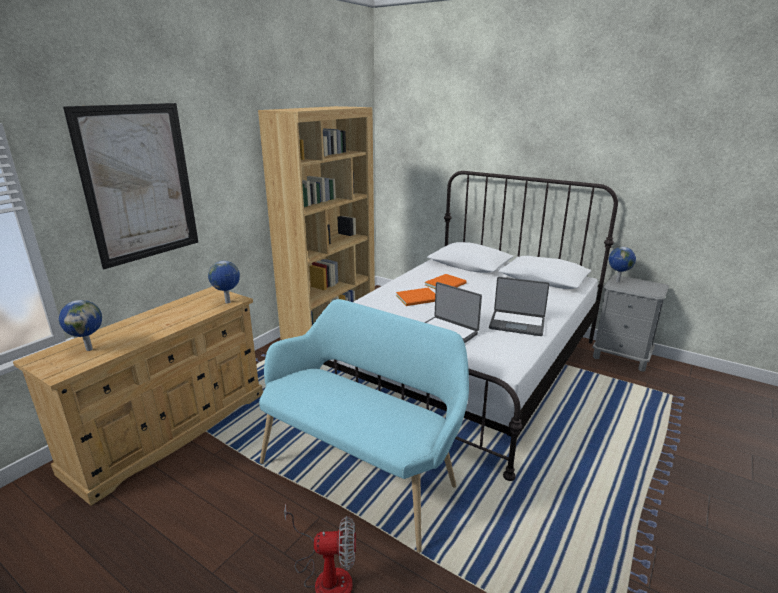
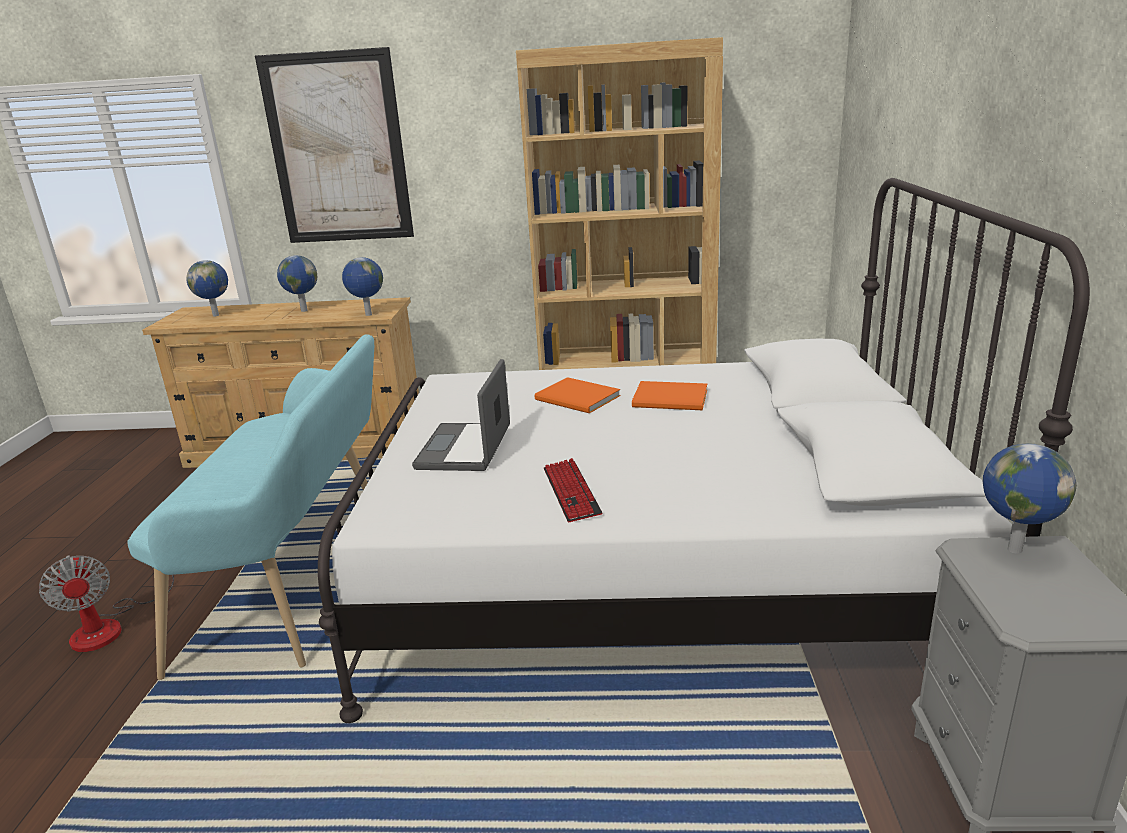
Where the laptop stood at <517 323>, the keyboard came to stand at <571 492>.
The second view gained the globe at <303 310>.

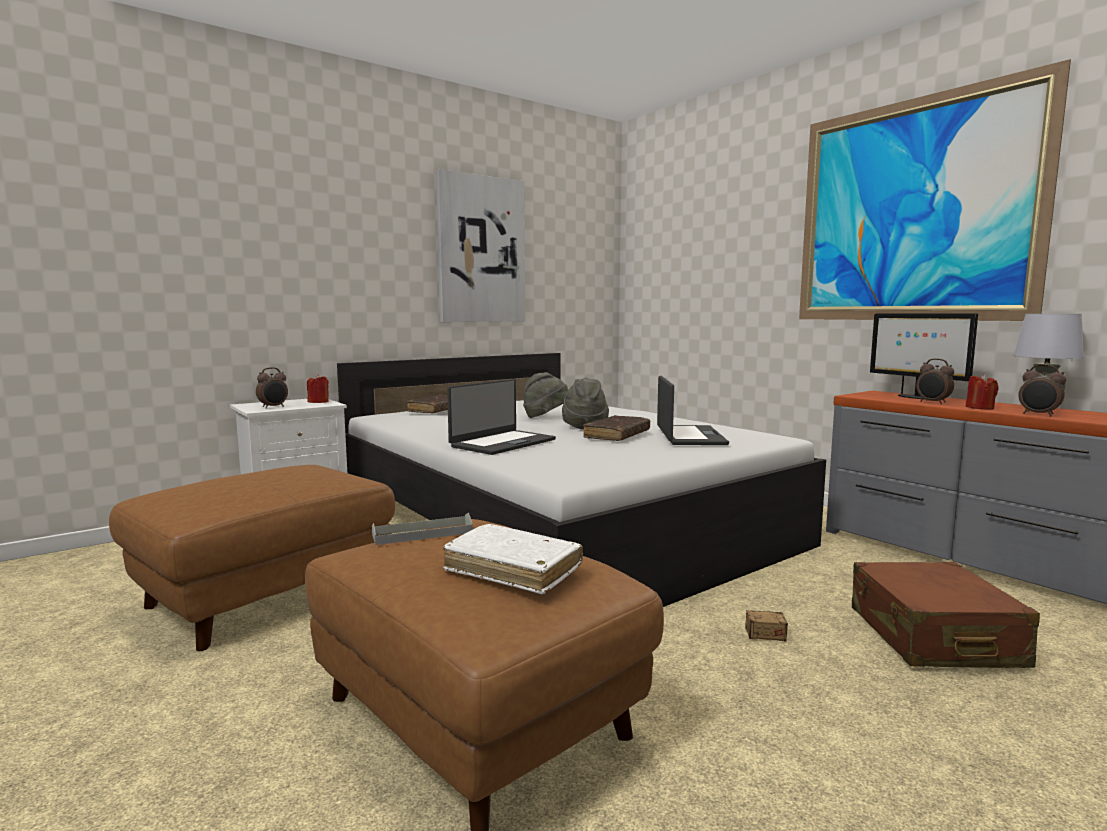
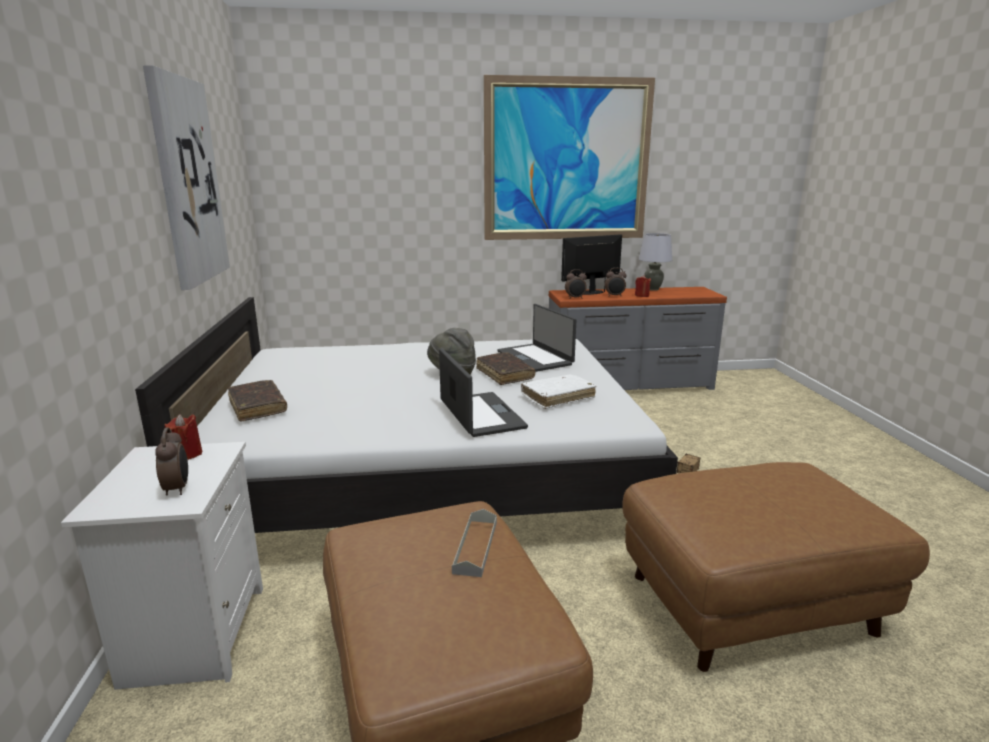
The monitor at <917 397> ended up facing another way, 150 degrees clockwise from before.
The alarm clock ended up elsewhere, having gone from <1038 414> to <575 298>.
The second view lost the hat/grey at <545 417>.
The laptop at <689 436> ended up facing another way, 150 degrees counterclockwise from before.
The tray/grey ended up elsewhere, having gone from <422 534> to <475 546>.
The book/white ended up elsewhere, having gone from <513 570> to <558 397>.
The second view lost the suitcase/brown at <933 637>.

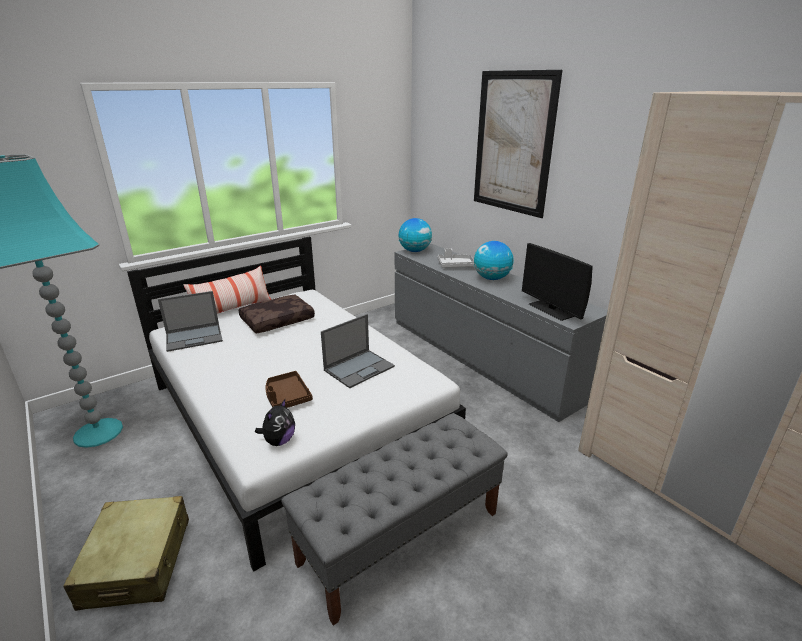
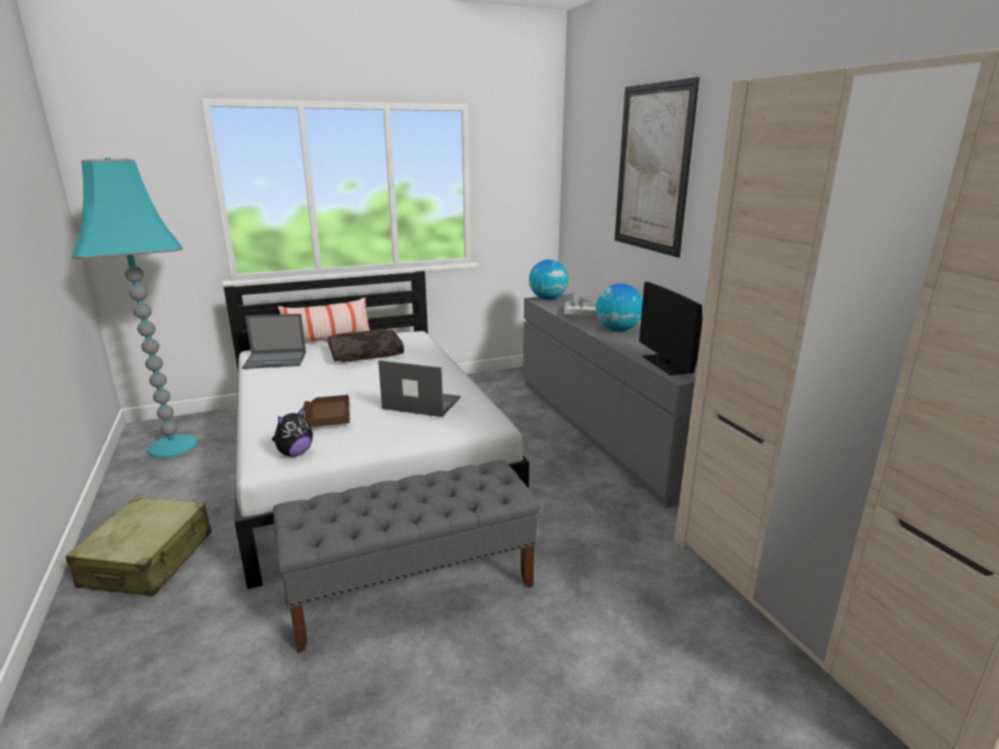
The laptop at <359 368> ended up facing another way, 135 degrees counterclockwise from before.

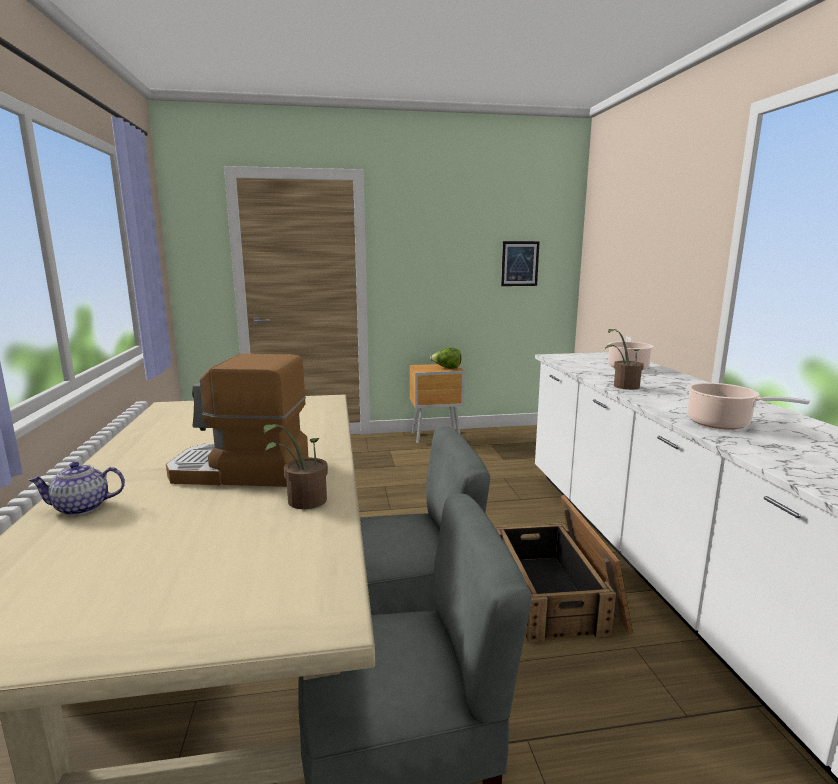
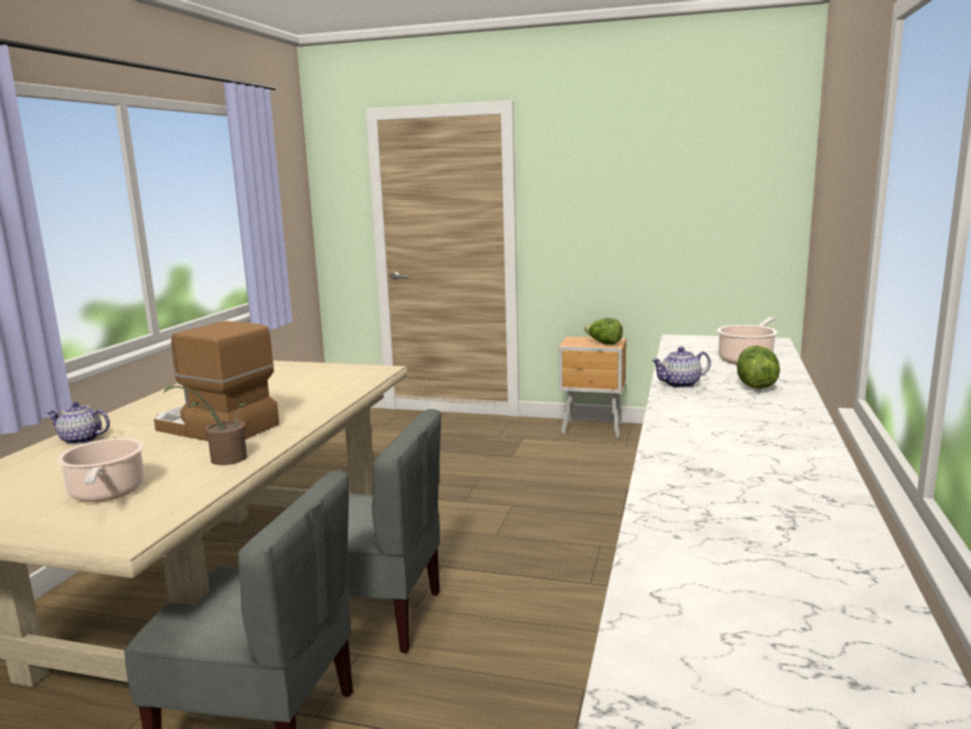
The second view lost the picture at <520 263>.
Where the potted plant stood at <623 387>, the teapot came to stand at <680 384>.
The cooking pot ended up elsewhere, having gone from <722 424> to <107 493>.
The second view lost the crate at <557 594>.
The second view gained the lettuce at <754 385>.

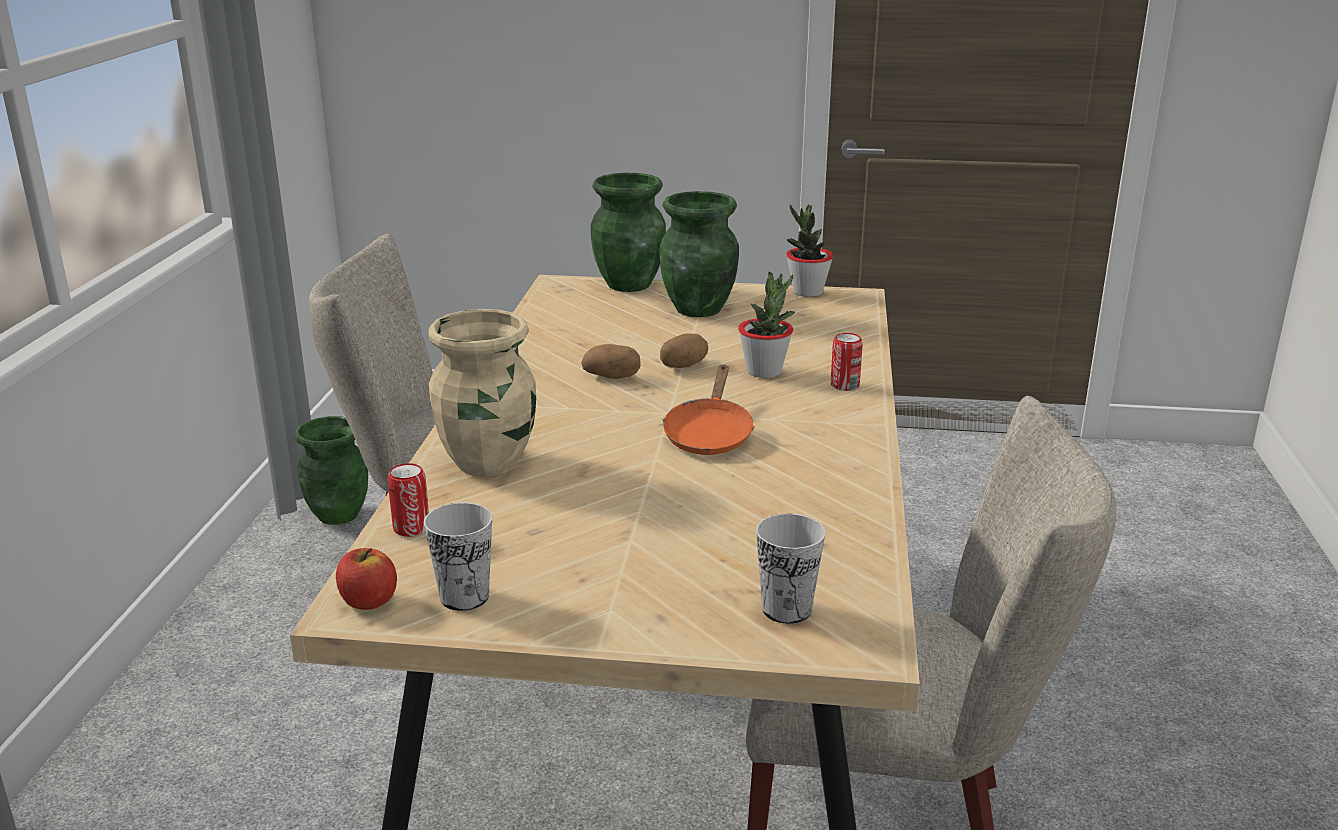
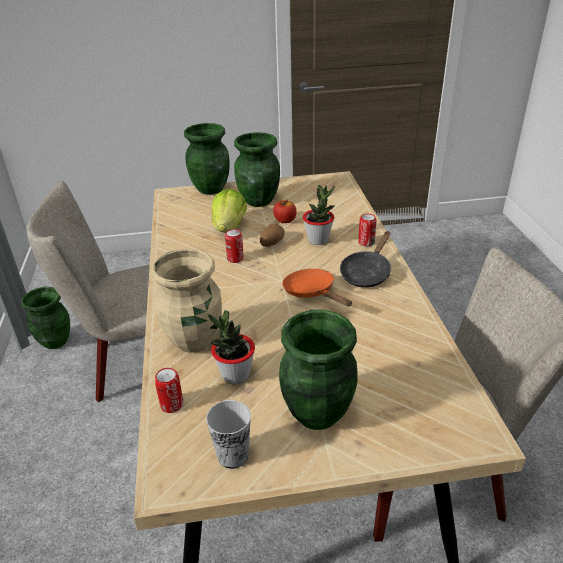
The potted plant ended up elsewhere, having gone from <807 292> to <235 375>.
Where the potato stood at <612 376>, the can came to stand at <235 258>.
The frying pan/orange at <709 434> ended up facing another way, 150 degrees clockwise from before.
The second view lost the cup at <786 609>.
The apple ended up elsewhere, having gone from <368 601> to <285 220>.
The second view gained the lettuce at <229 227>.
The second view gained the frying pan/black at <367 273>.
The second view gained the vase/green at <316 413>.

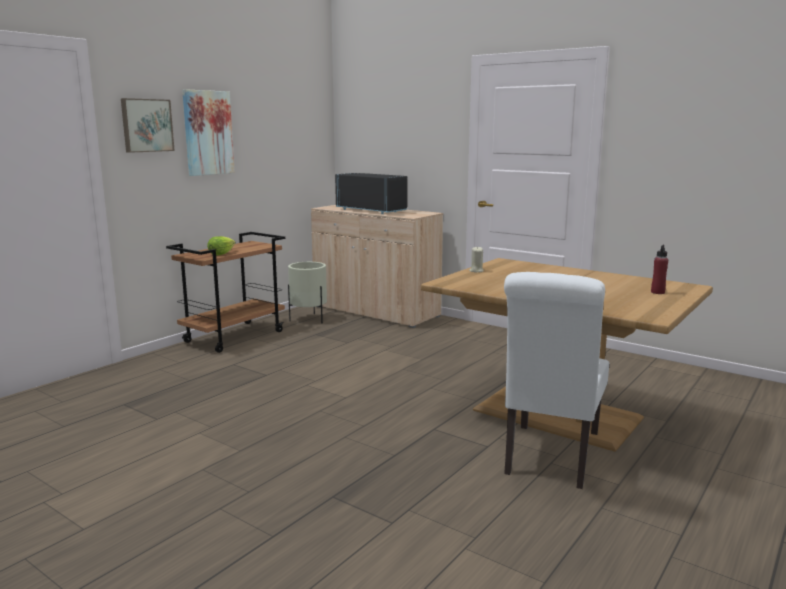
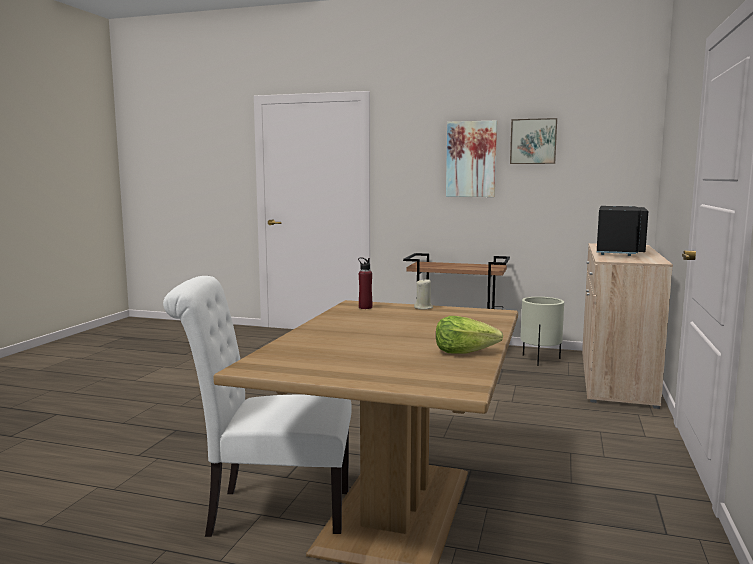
The picture ended up elsewhere, having gone from <146 125> to <533 141>.
The lettuce ended up elsewhere, having gone from <221 254> to <464 352>.
The bottle/red ended up elsewhere, having gone from <657 292> to <365 307>.

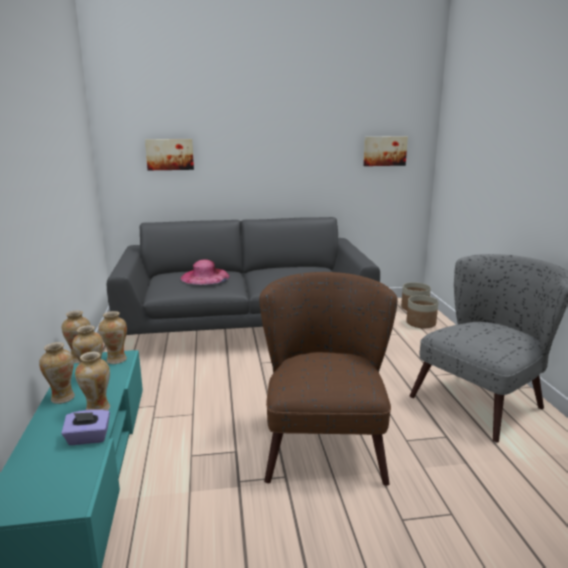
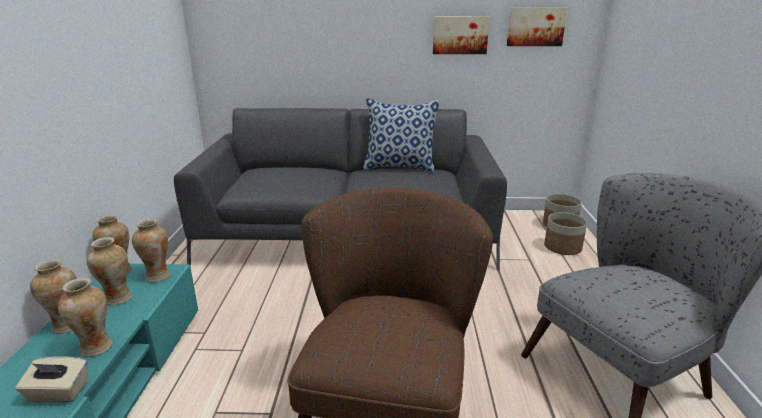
The picture ended up elsewhere, having gone from <170 154> to <460 35>.
The second view lost the hat/pink at <205 277>.
What was the tissue box/purple at <88 438> turned into the tissue box/beige at <58 393>.
The second view gained the pillow at <400 167>.

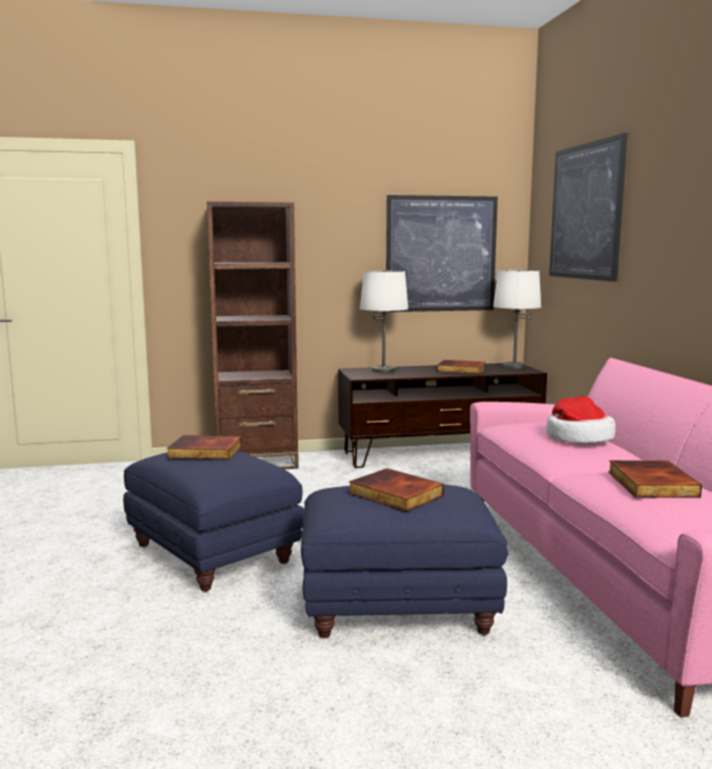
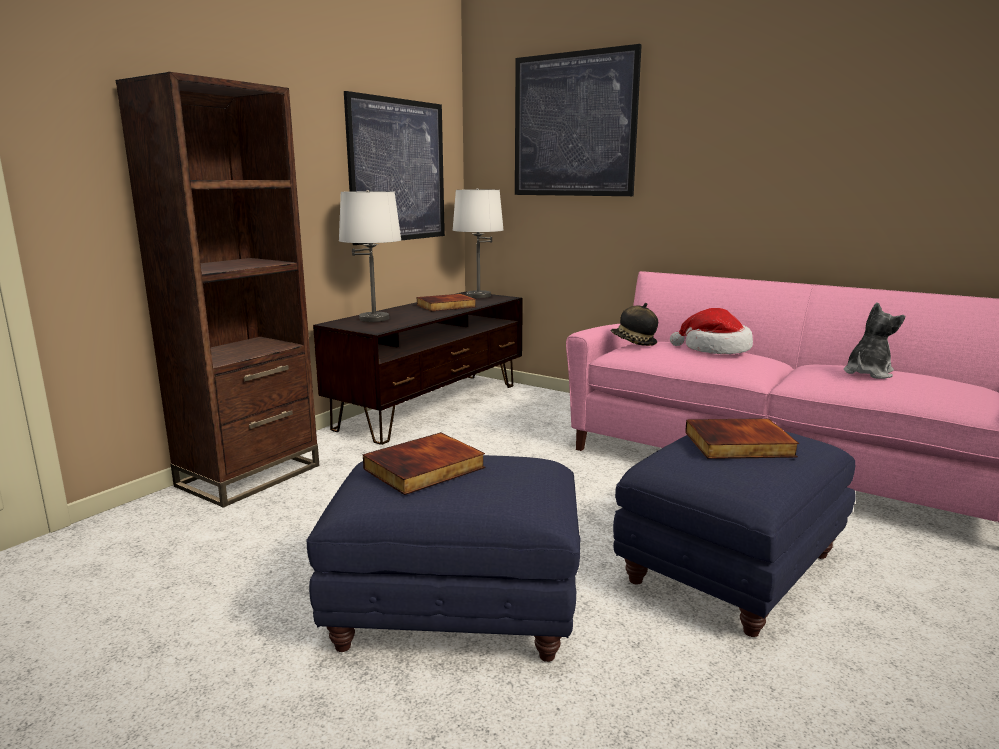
Where the book stood at <649 484>, the plush toy came to stand at <867 373>.
The second view gained the hat at <633 342>.

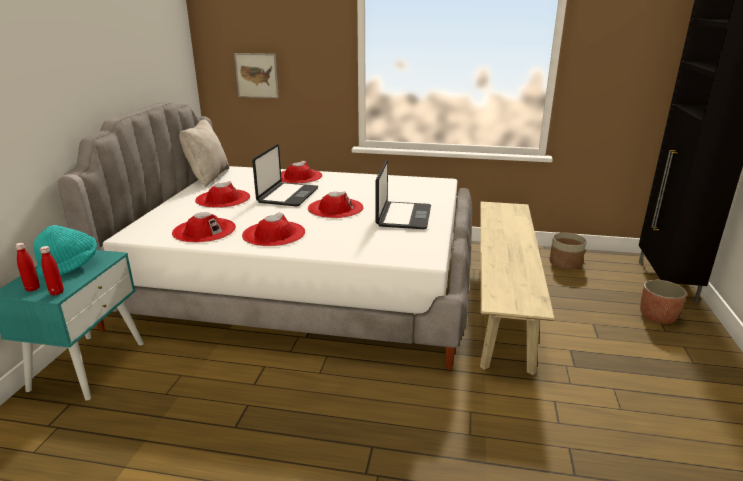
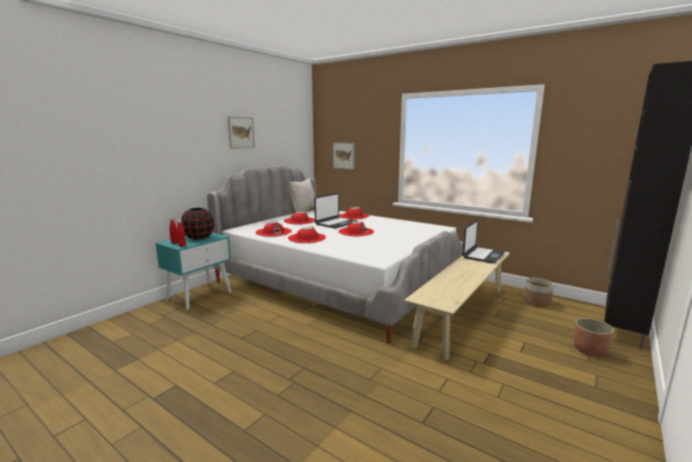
The laptop ended up elsewhere, having gone from <403 216> to <482 255>.
Where the hat/turquoise stood at <70 266>, the vase/black came to stand at <199 237>.
The second view gained the picture at <241 132>.

